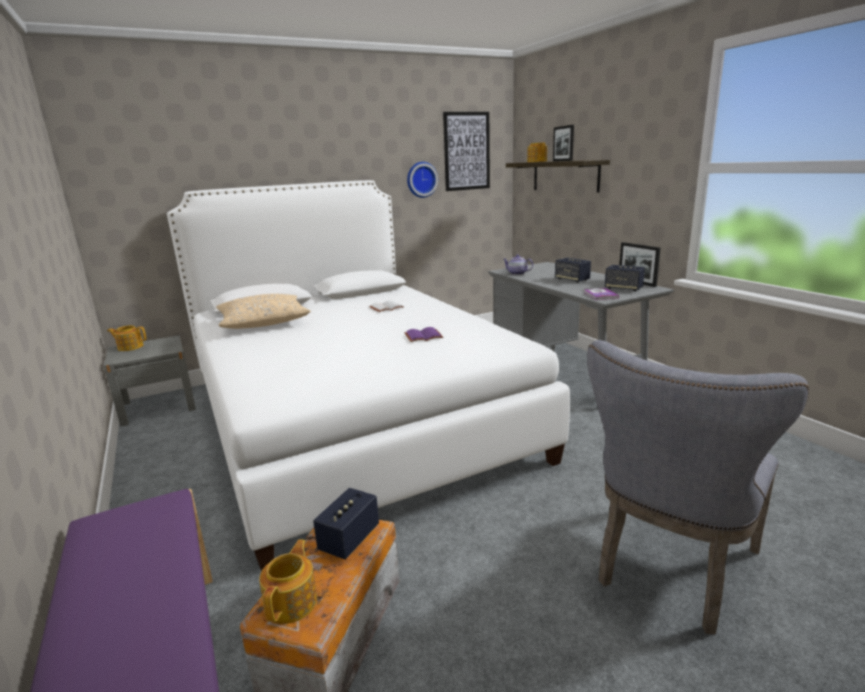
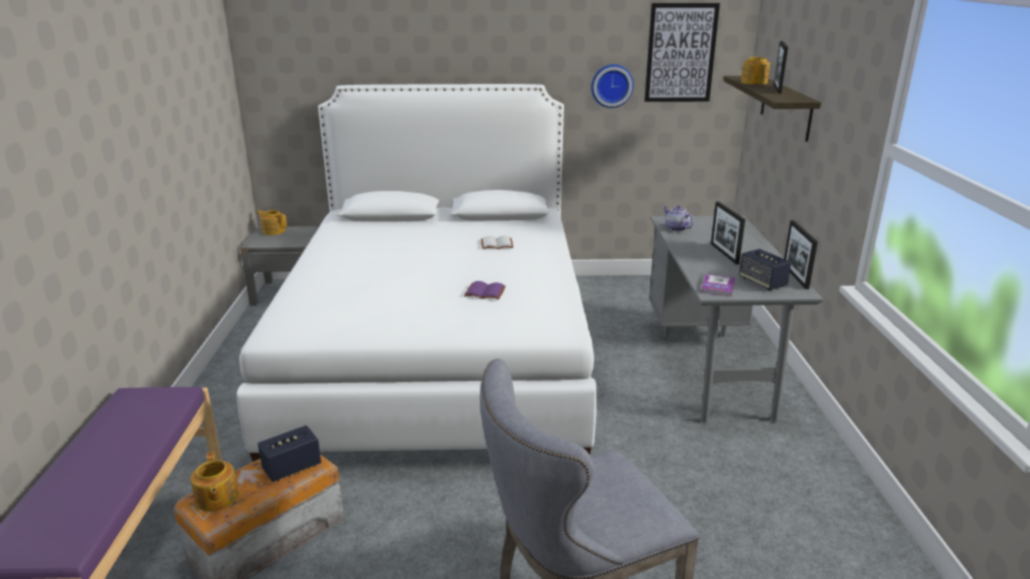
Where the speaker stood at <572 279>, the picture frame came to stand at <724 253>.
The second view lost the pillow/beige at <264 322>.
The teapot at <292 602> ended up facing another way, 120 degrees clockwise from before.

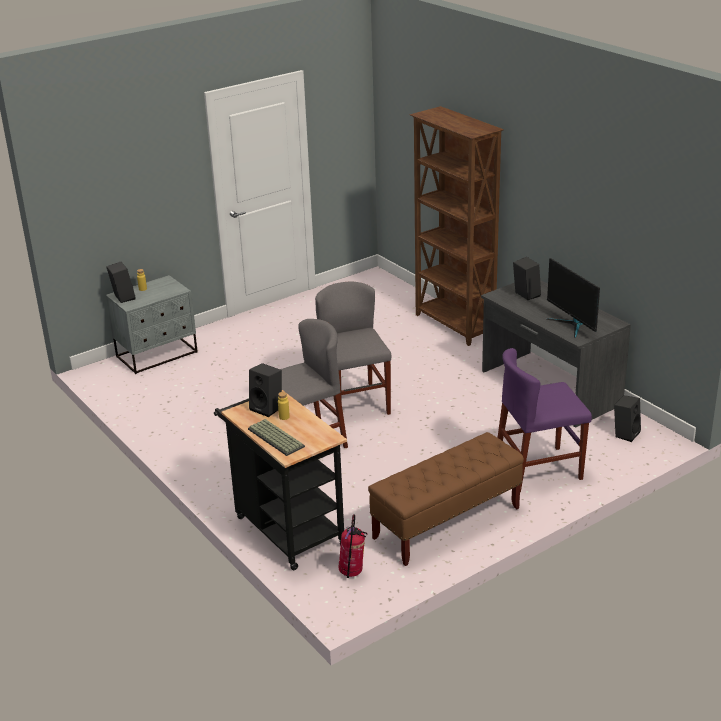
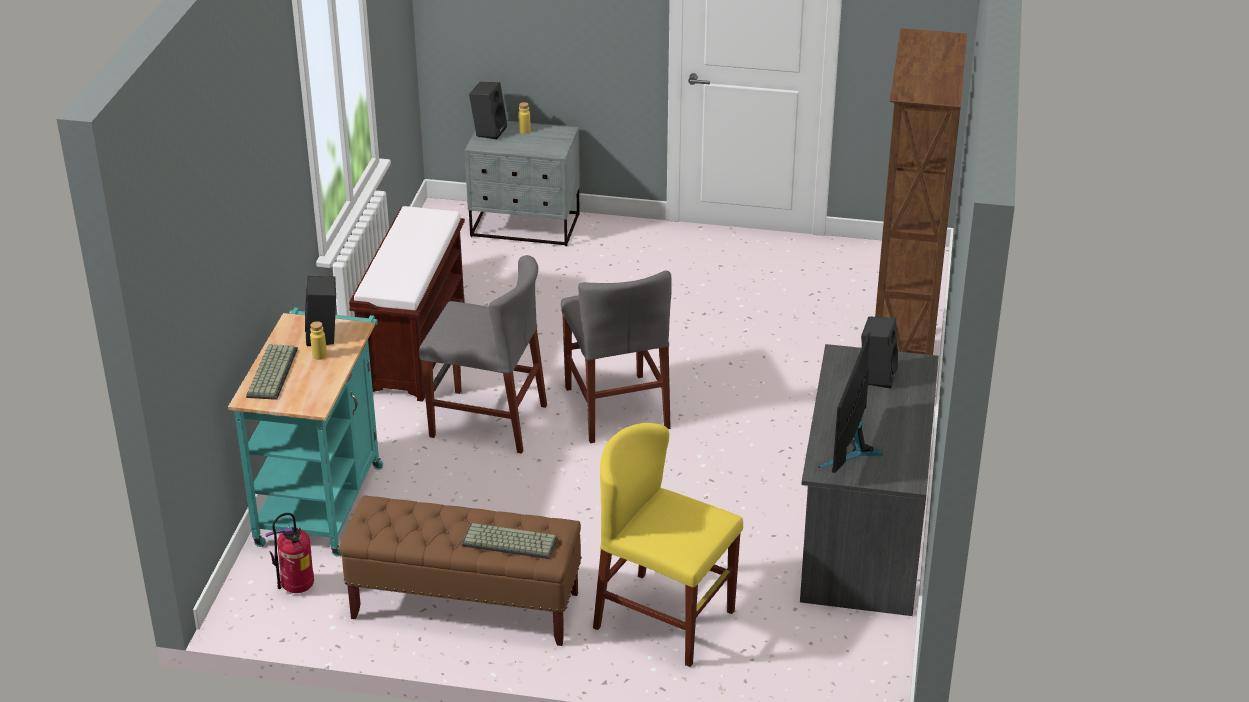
The chair/grey at <355 403> ended up facing another way, 135 degrees clockwise from before.
What was the chair/purple at <538 469> turned into the chair/yellow at <664 619>.
What was the cart/black at <285 528> turned into the cart/turquoise at <322 498>.
The second view lost the speaker/black at <625 433>.
The second view gained the bench/brown at <415 348>.
The second view gained the keyboard at <508 543>.

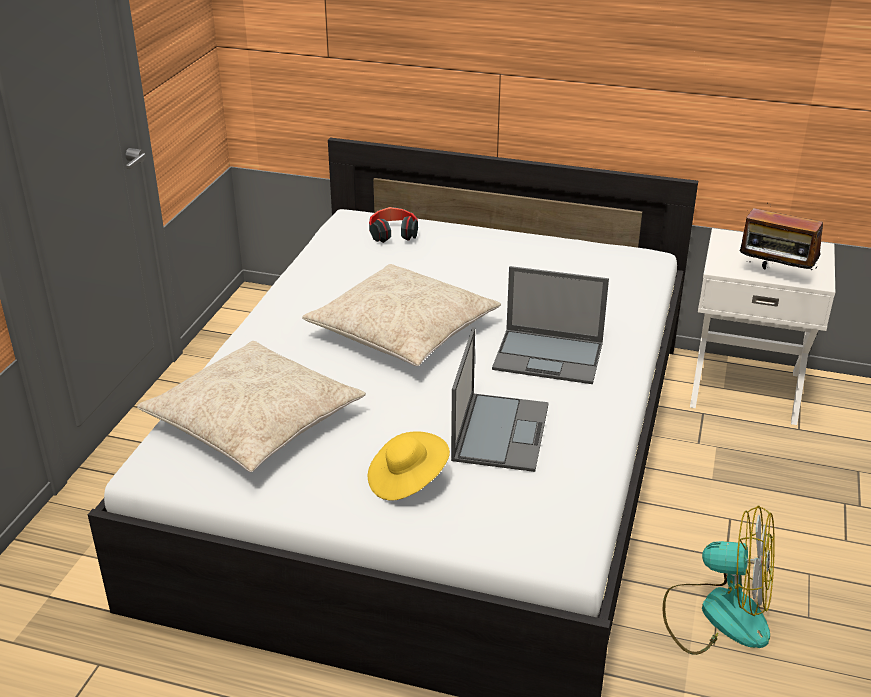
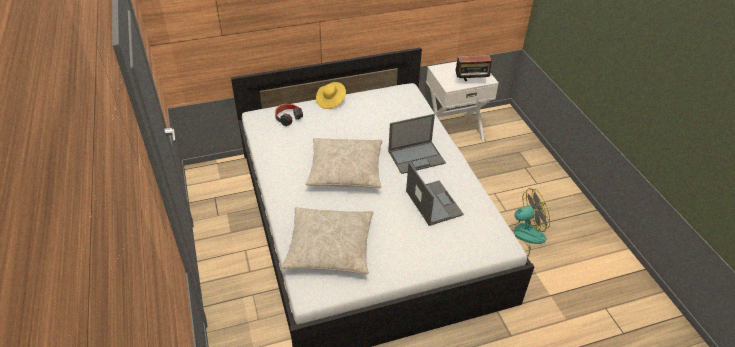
The hat/yellow ended up elsewhere, having gone from <407 481> to <331 101>.

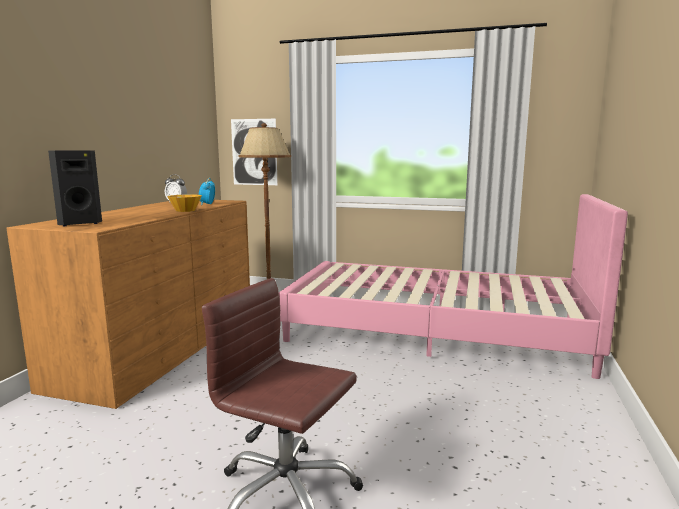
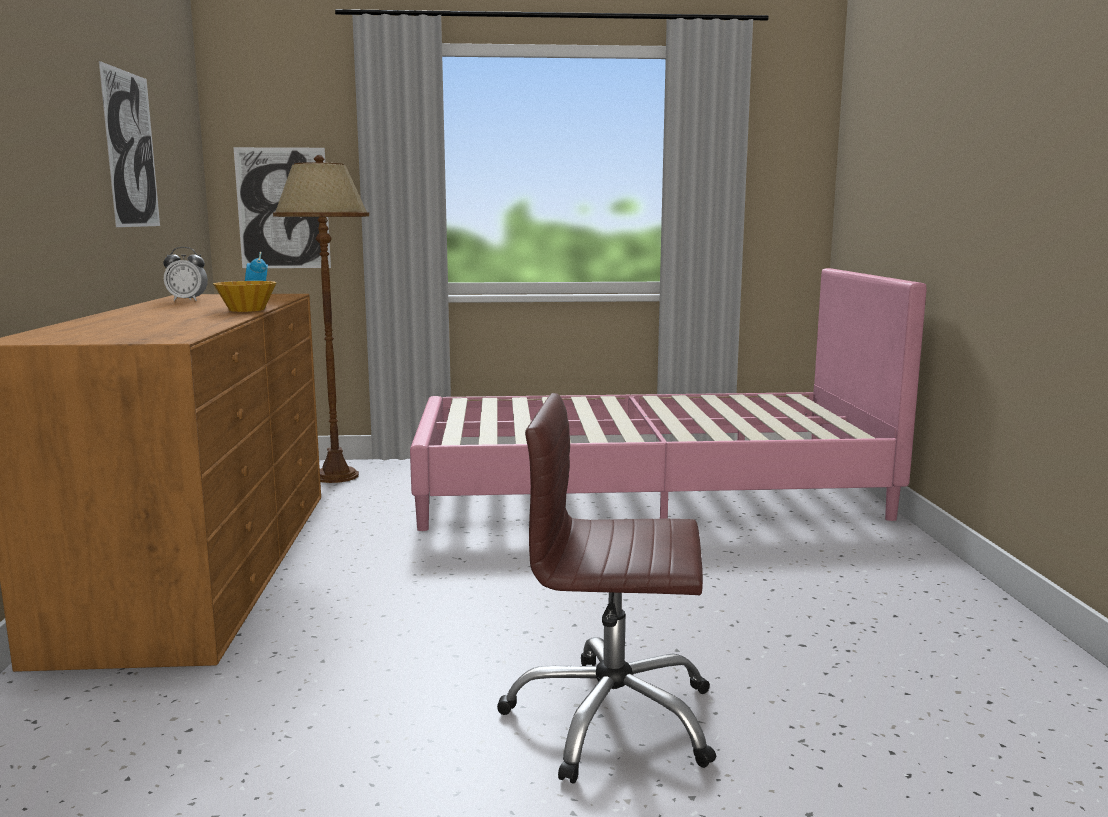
The second view lost the speaker/black at <79 223>.
The second view gained the picture at <131 150>.

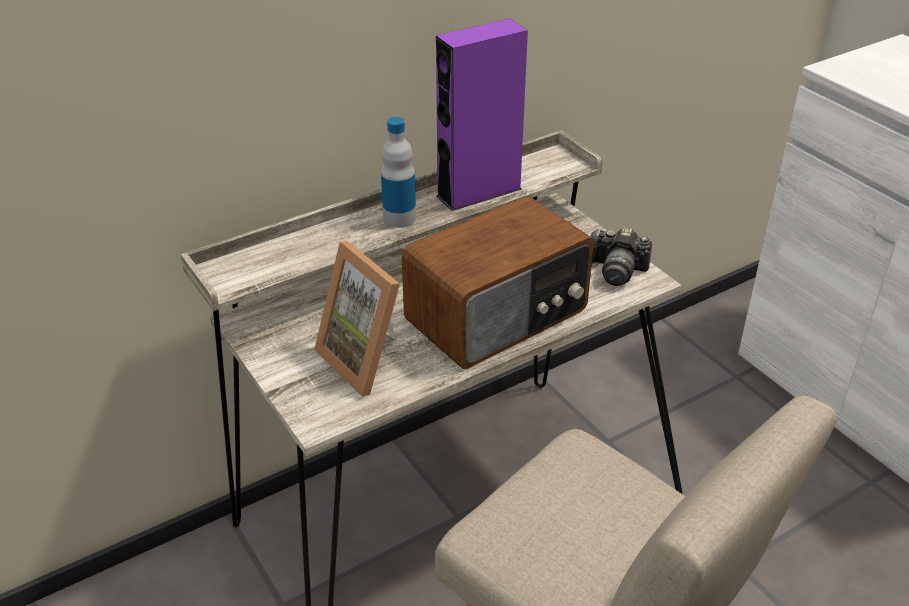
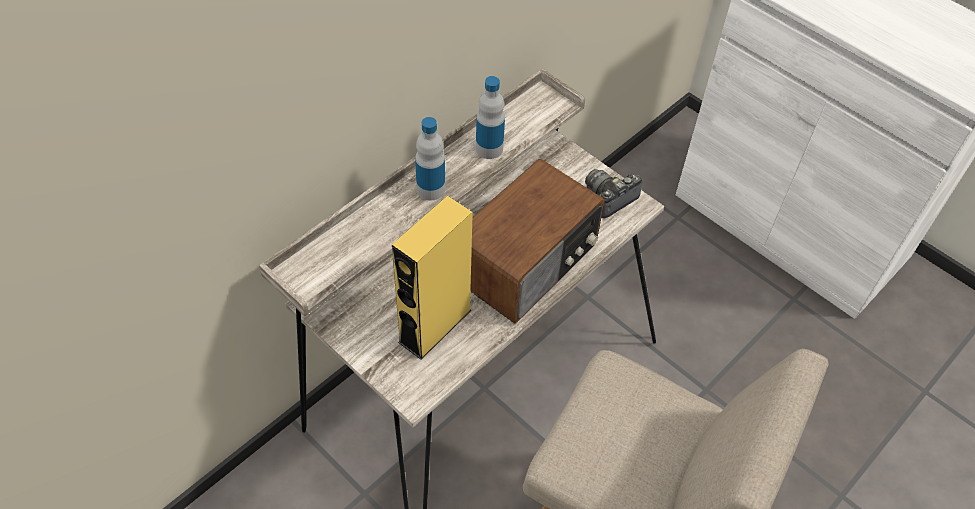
Where the speaker/purple stood at <479 192>, the bottle came to stand at <489 148>.
The photo camera at <616 270> ended up facing another way, 135 degrees clockwise from before.
Where the picture frame stood at <368 359>, the speaker/yellow came to stand at <435 326>.

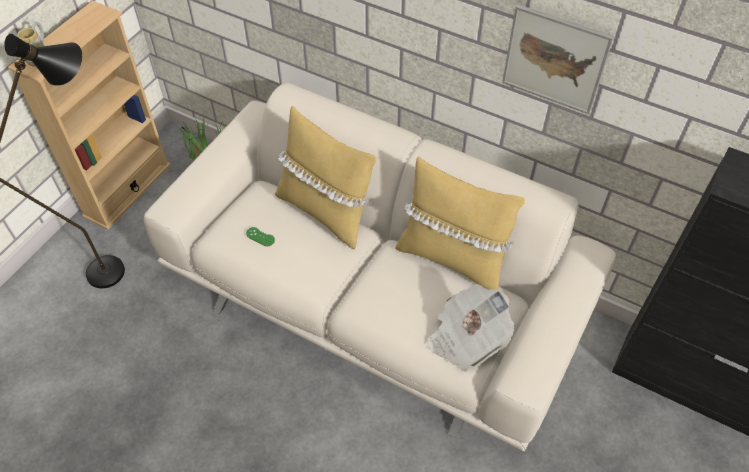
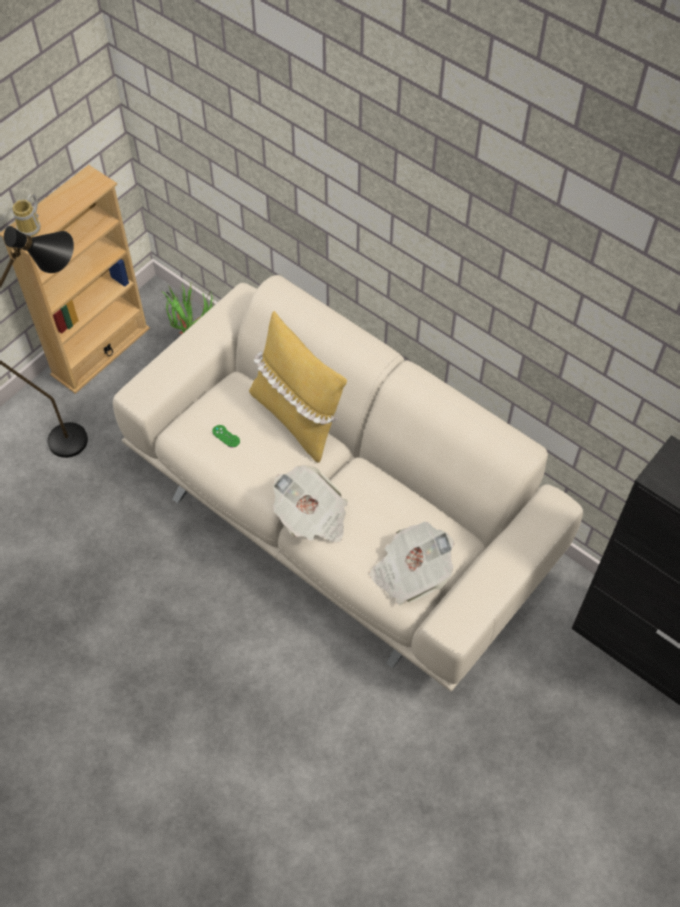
The second view lost the picture at <555 59>.
The second view lost the pillow/yellow at <452 258>.
The second view gained the newspaper at <312 516>.

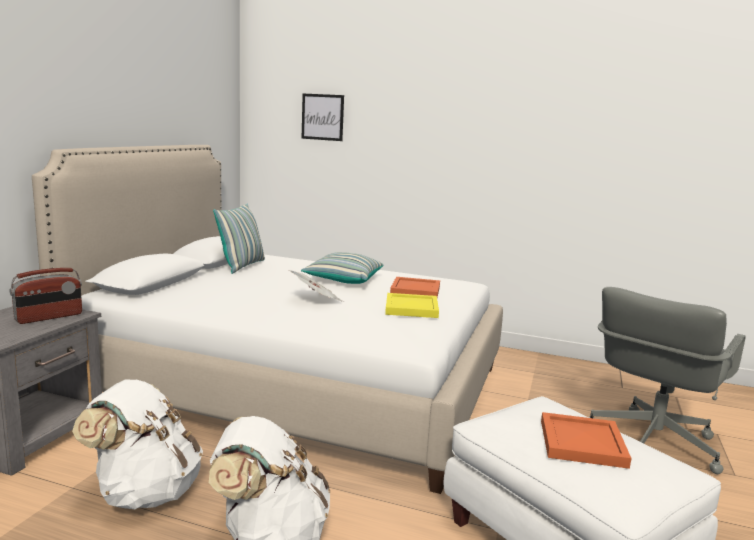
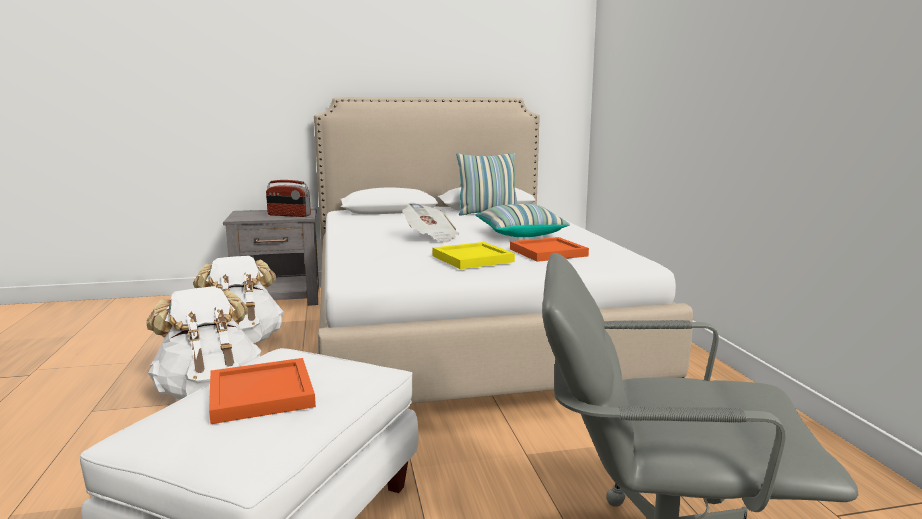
The second view lost the picture at <322 117>.

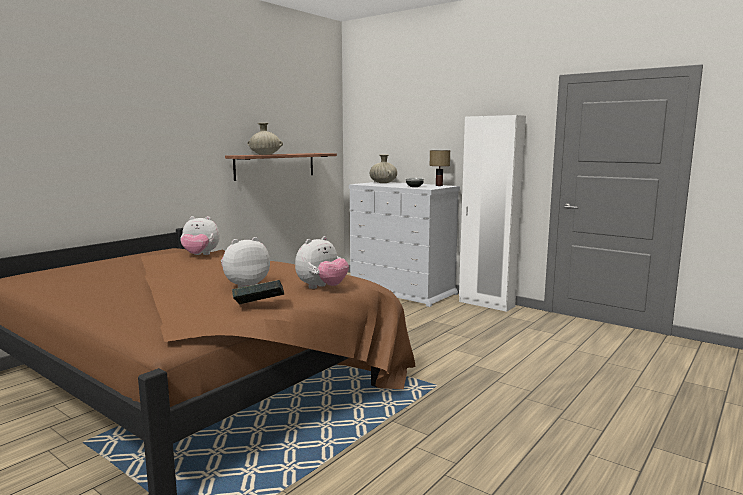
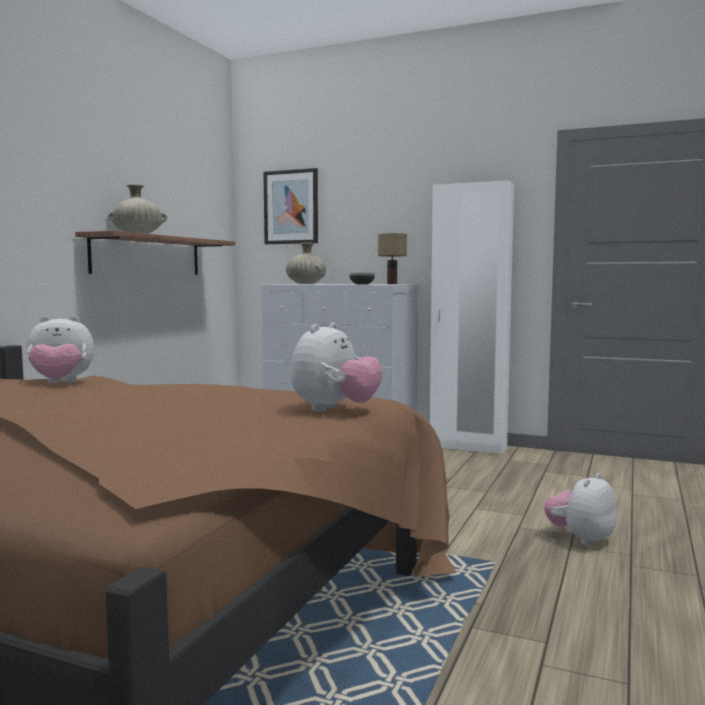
The plush toy ended up elsewhere, having gone from <245 285> to <580 538>.
The second view lost the book at <259 307>.
The second view gained the picture at <291 207>.

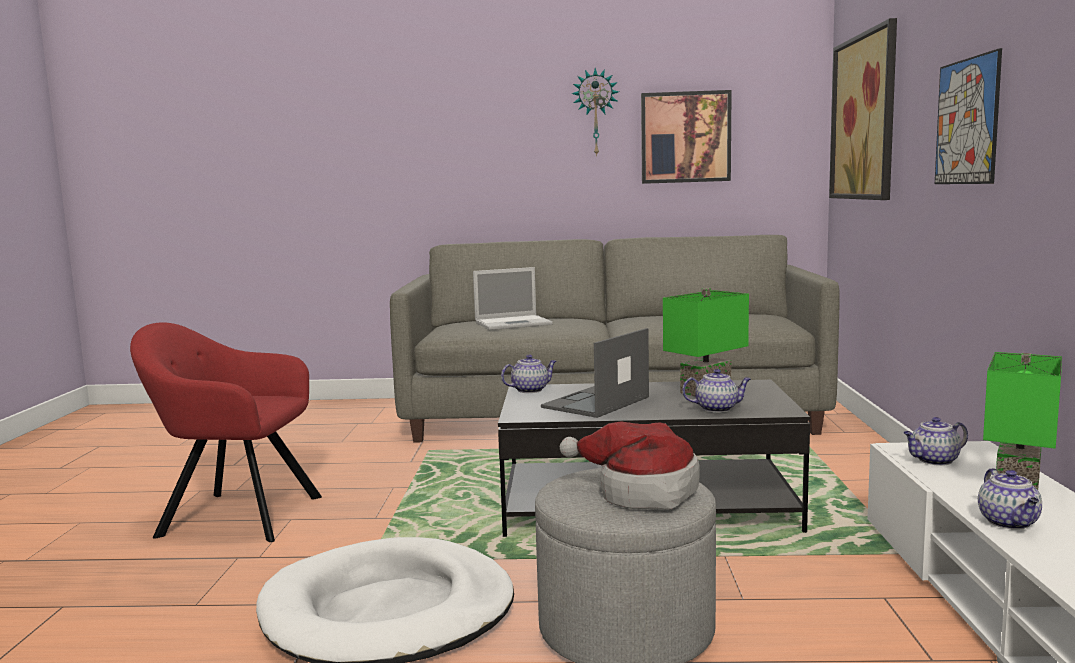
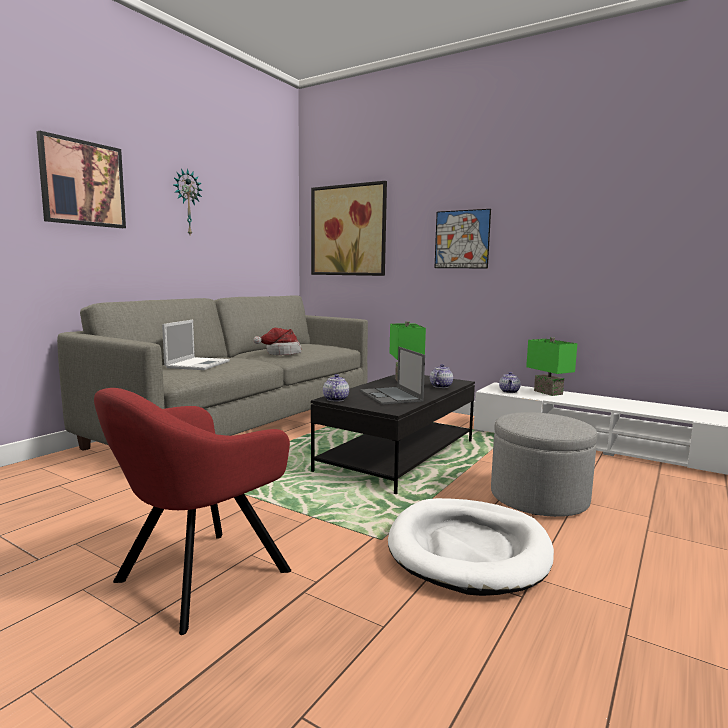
The picture ended up elsewhere, having gone from <685 137> to <82 183>.
The hat ended up elsewhere, having gone from <641 492> to <281 353>.
The second view lost the teapot at <1009 523>.

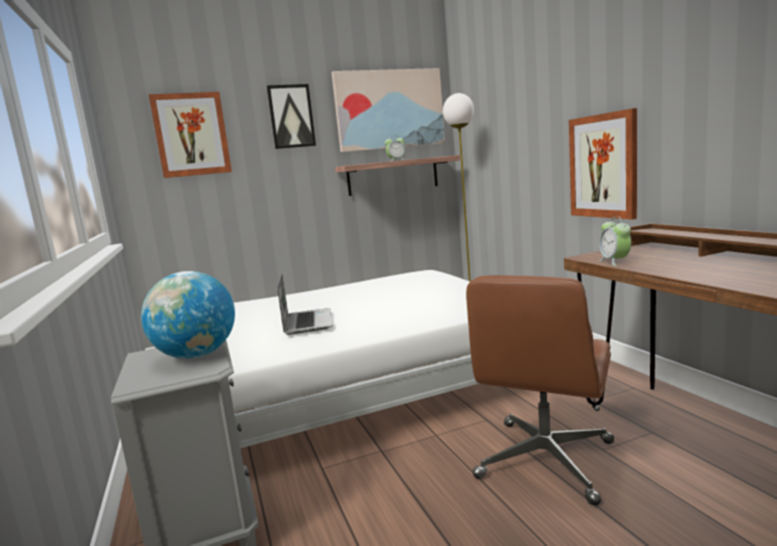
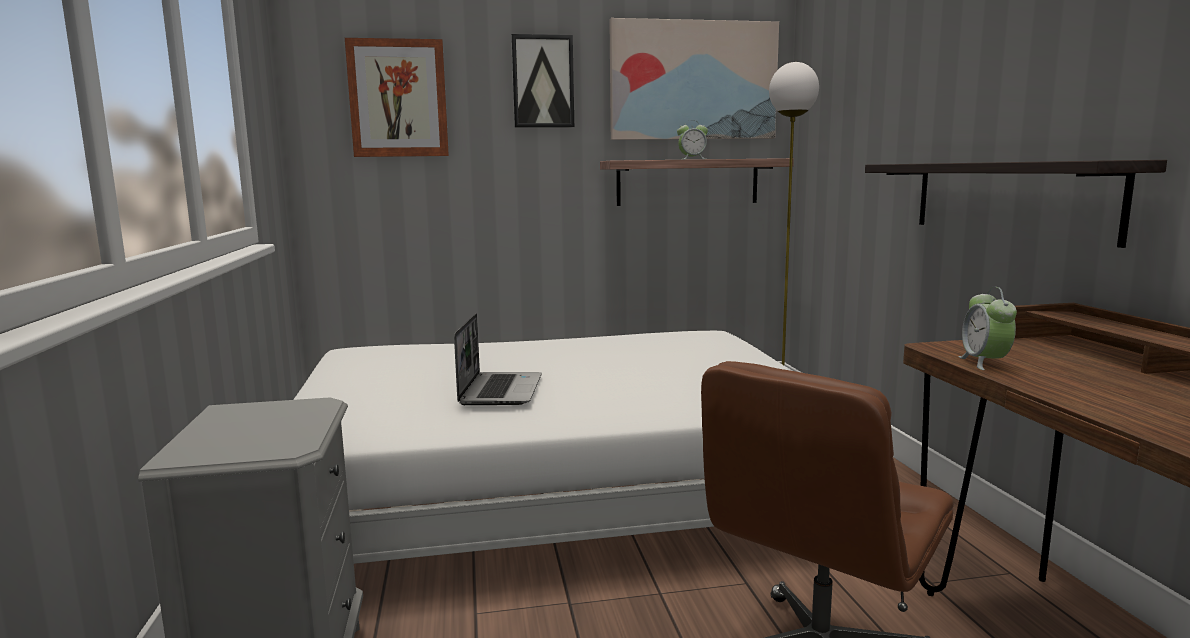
Where the picture hung at <603 166>, the shelf came to hang at <1008 198>.
The second view lost the globe at <196 355>.

